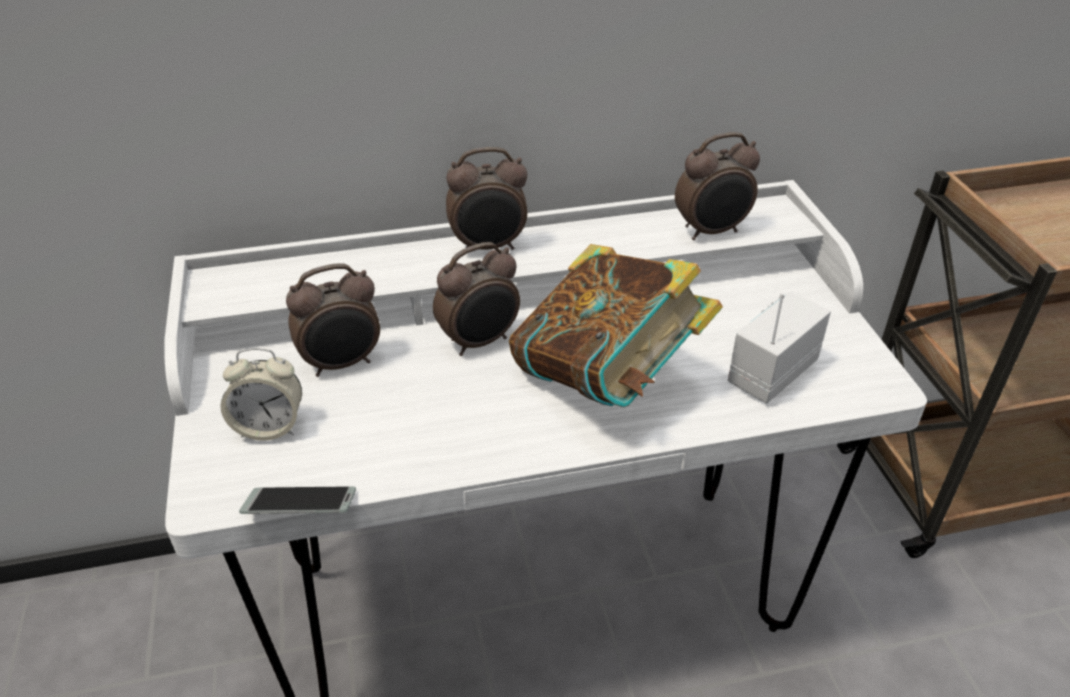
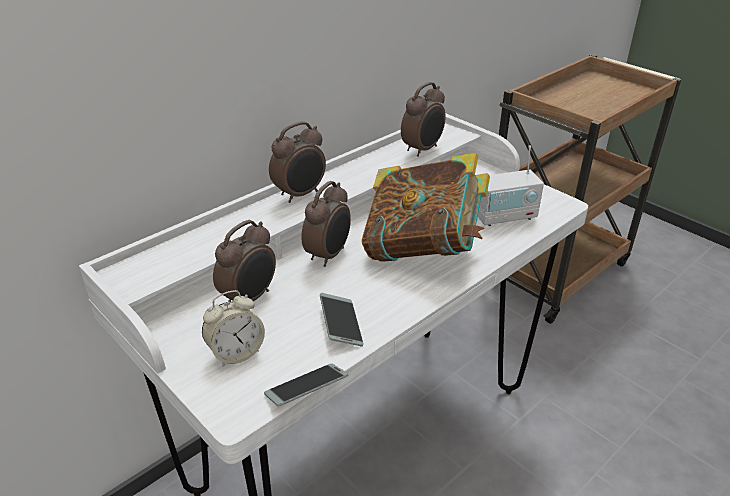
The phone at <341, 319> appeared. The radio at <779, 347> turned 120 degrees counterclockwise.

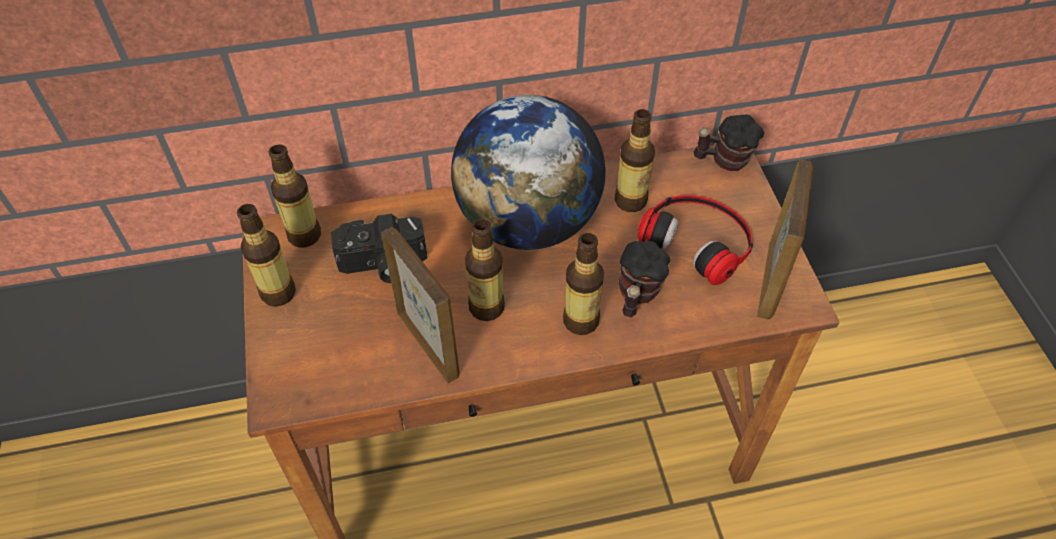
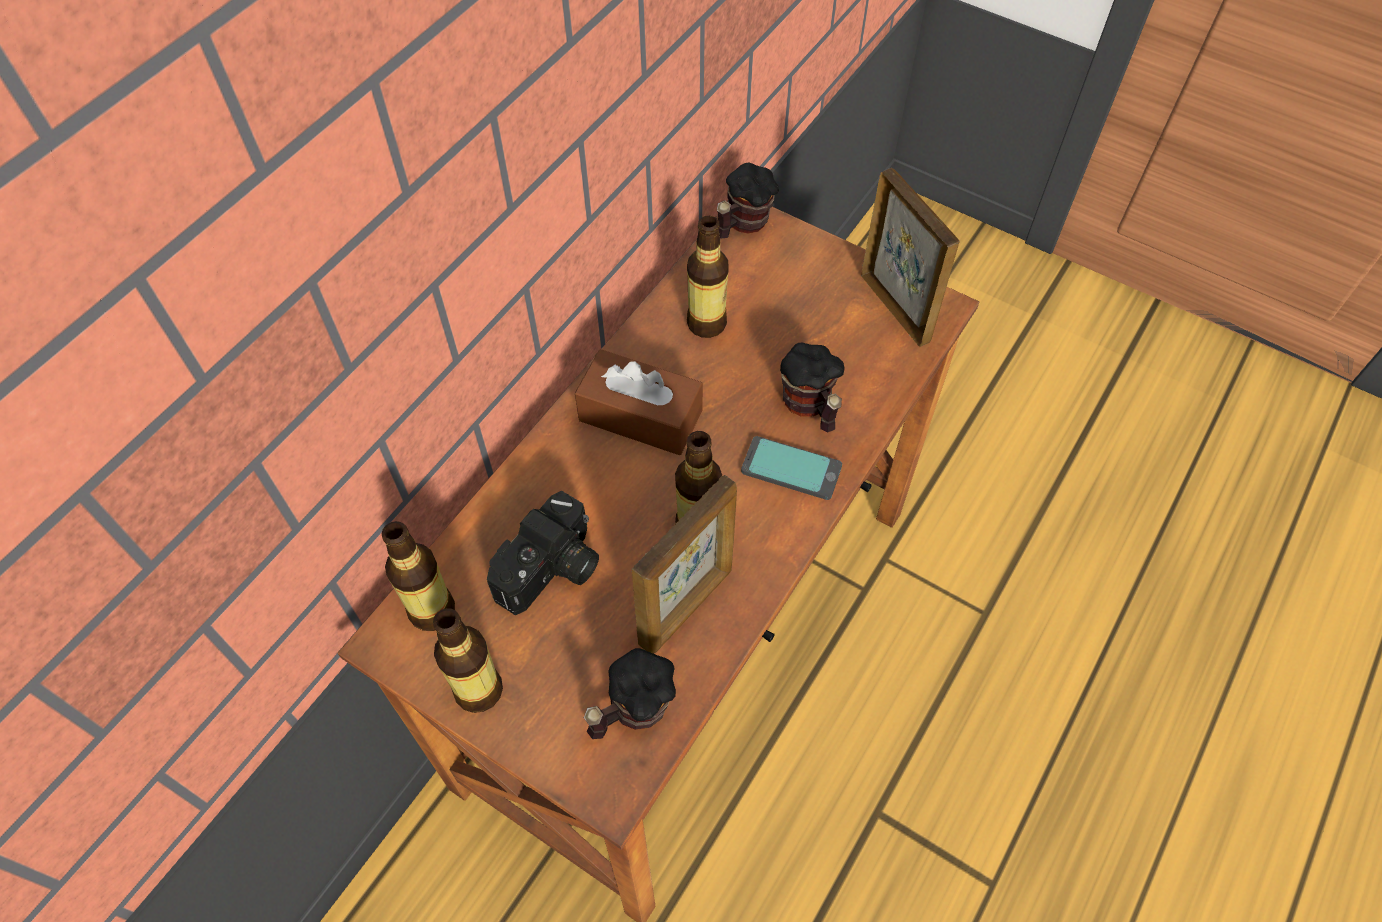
The globe at <528, 172> was replaced by the brown tissue box at <639, 402>. The mug at <630, 693> appeared. The picture frame at <420, 305> turned 120 degrees clockwise. The bottle at <583, 284> was replaced by the phone at <791, 468>. The headphones at <695, 240> disappeared.

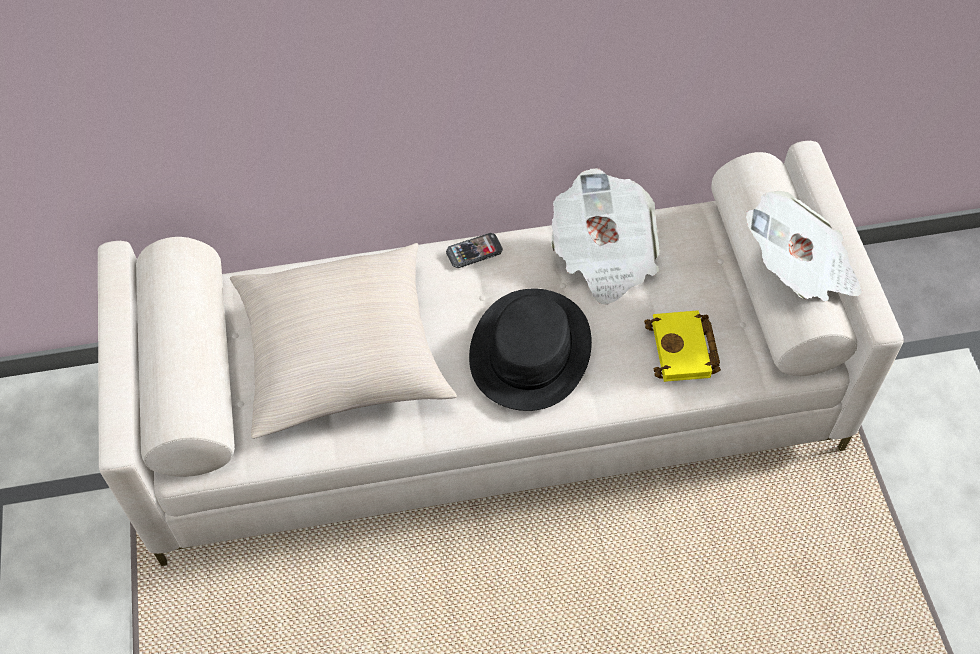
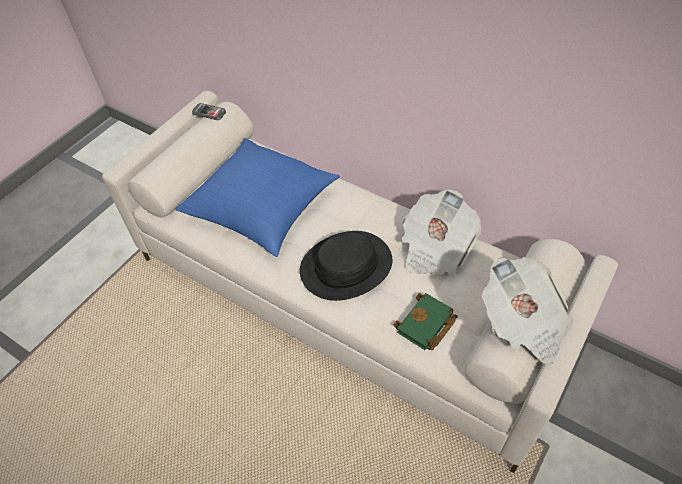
The beige pillow at <343, 341> became the blue pillow at <258, 197>. The phone moved from <474, 250> to <209, 111>. The yellow book at <682, 346> became the green book at <425, 321>.

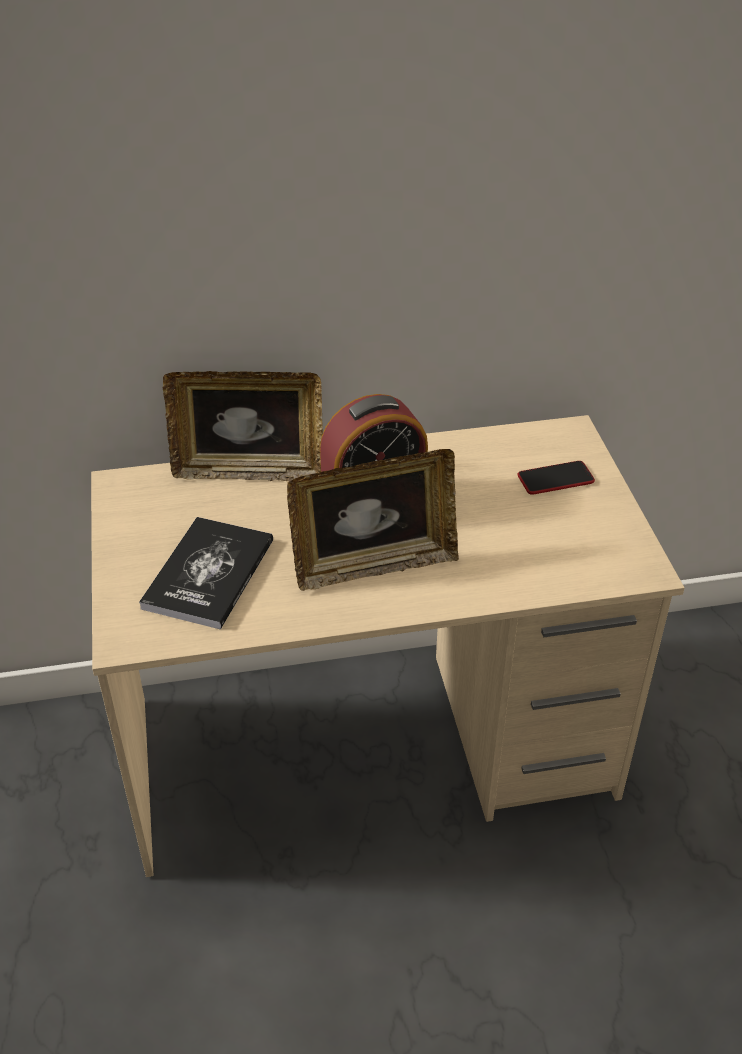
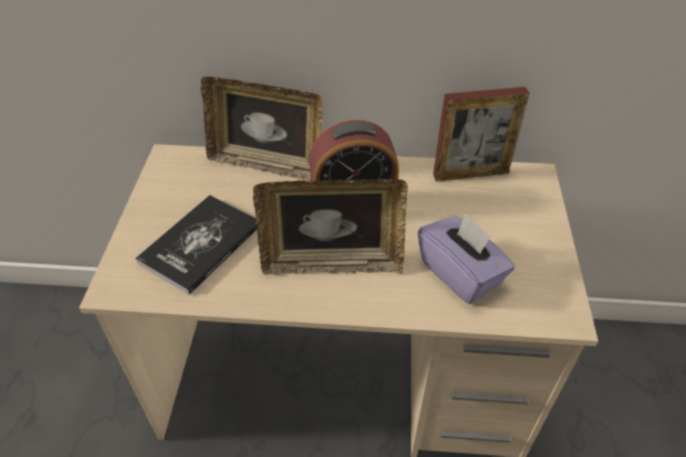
The purple tissue box at <466, 258> appeared. The picture frame at <481, 134> appeared. The phone at <556, 478> disappeared.

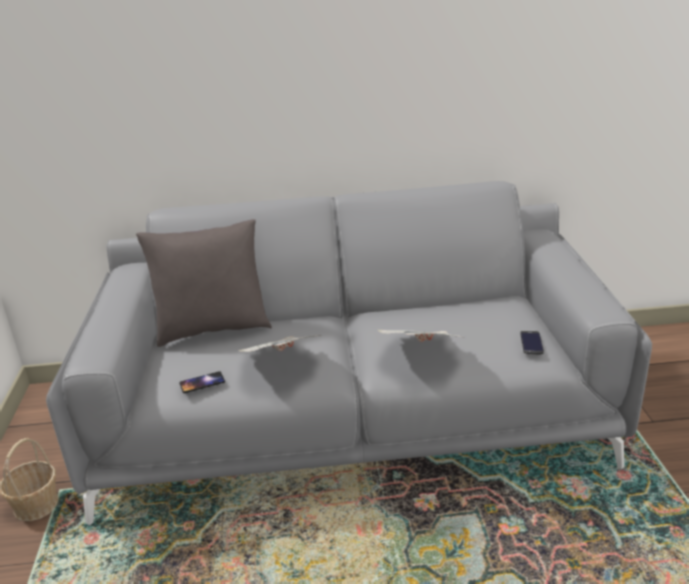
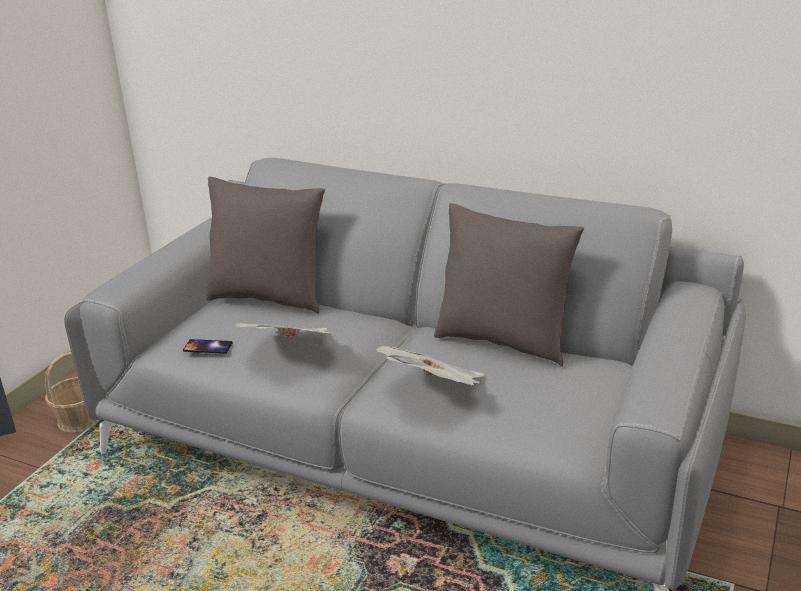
The grey pillow at <509, 284> appeared. The phone at <532, 342> disappeared.

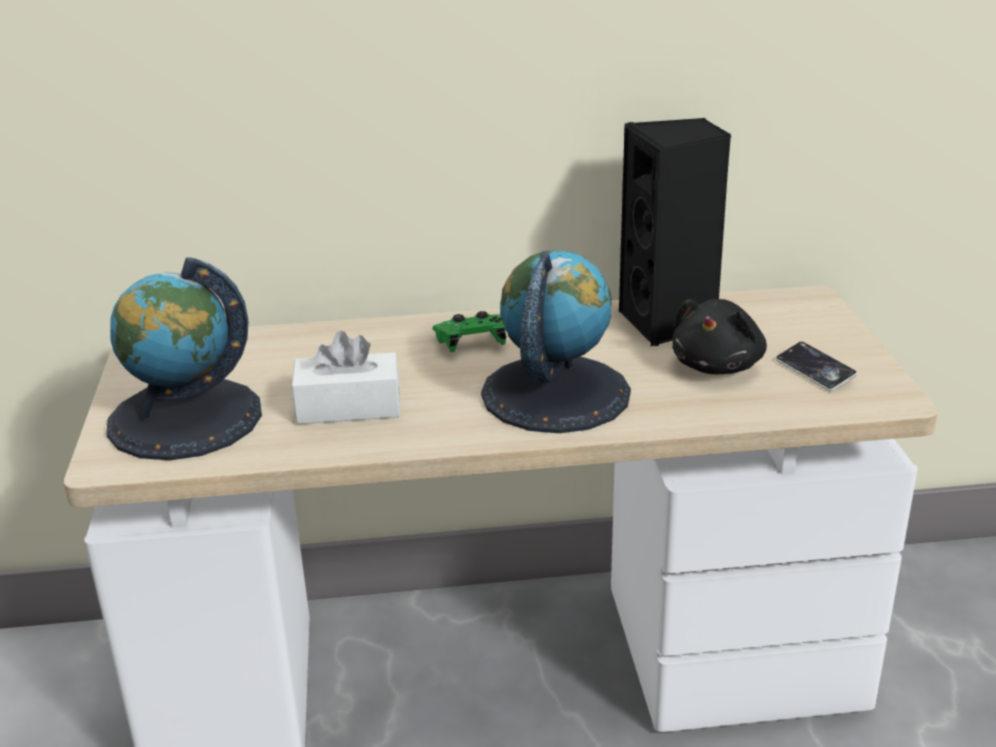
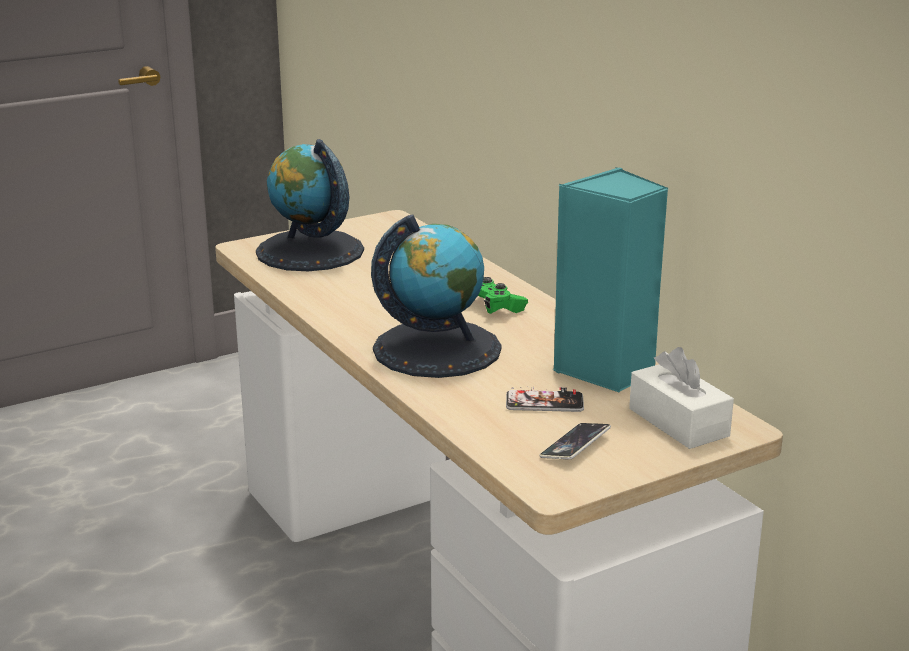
The black plush toy at <719, 336> was replaced by the phone at <545, 399>. The black speaker at <675, 232> became the turquoise speaker at <610, 280>. The white tissue box moved from <345, 377> to <681, 398>.

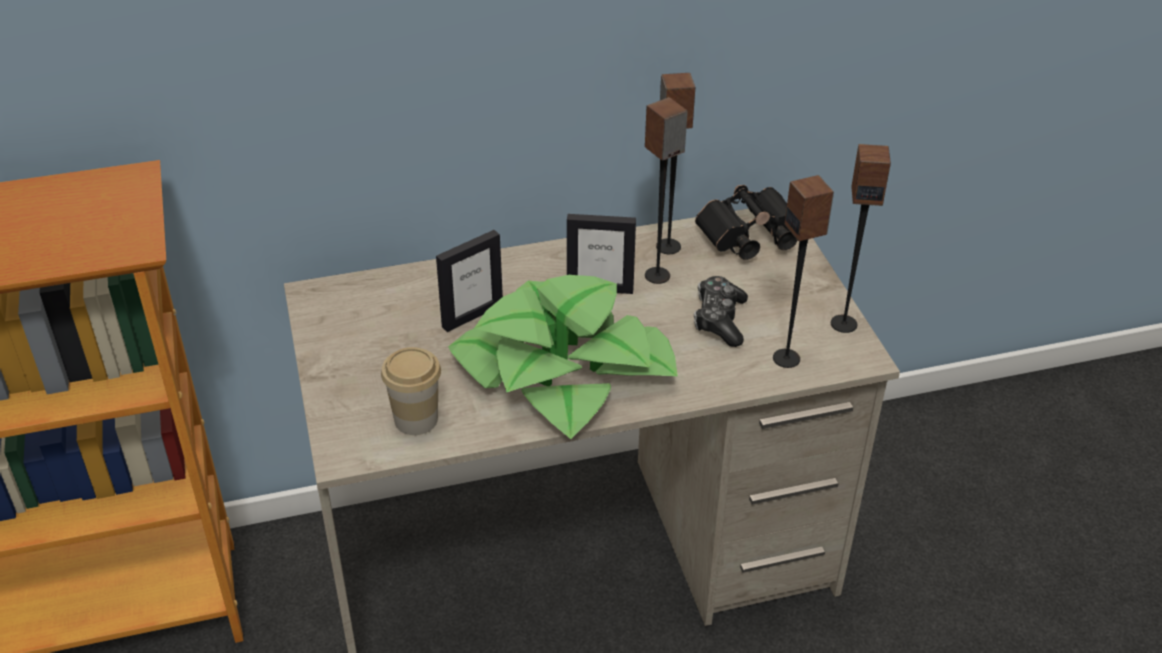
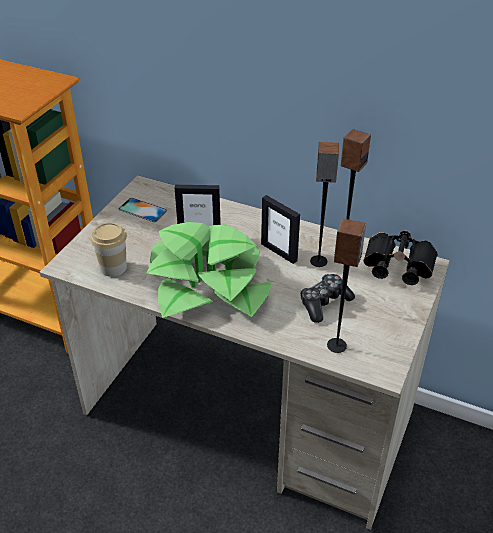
The phone at <143, 210> appeared. The speaker at <861, 238> disappeared.

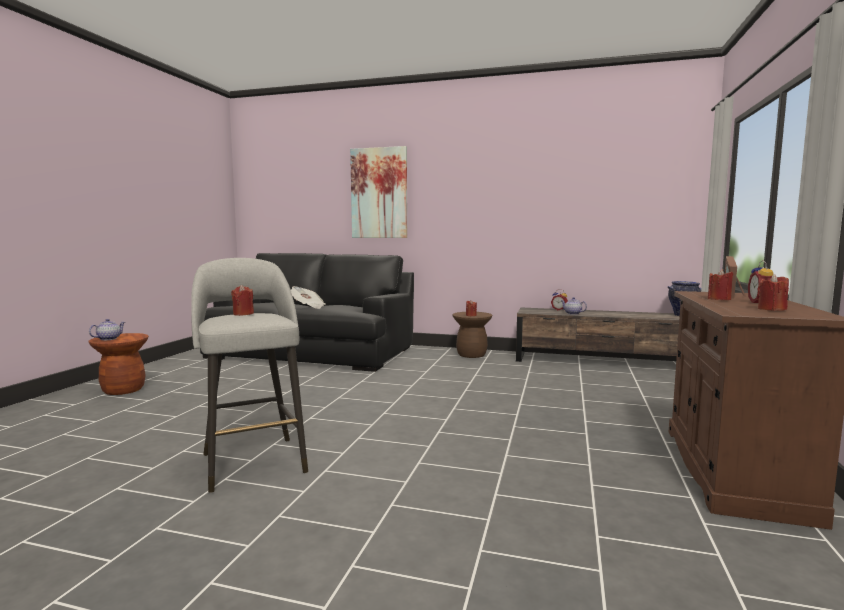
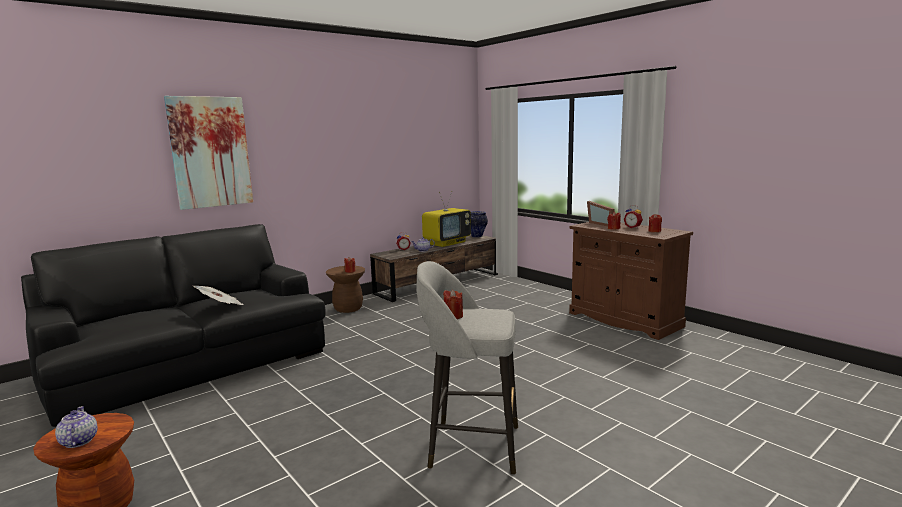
The television at <446, 219> appeared.

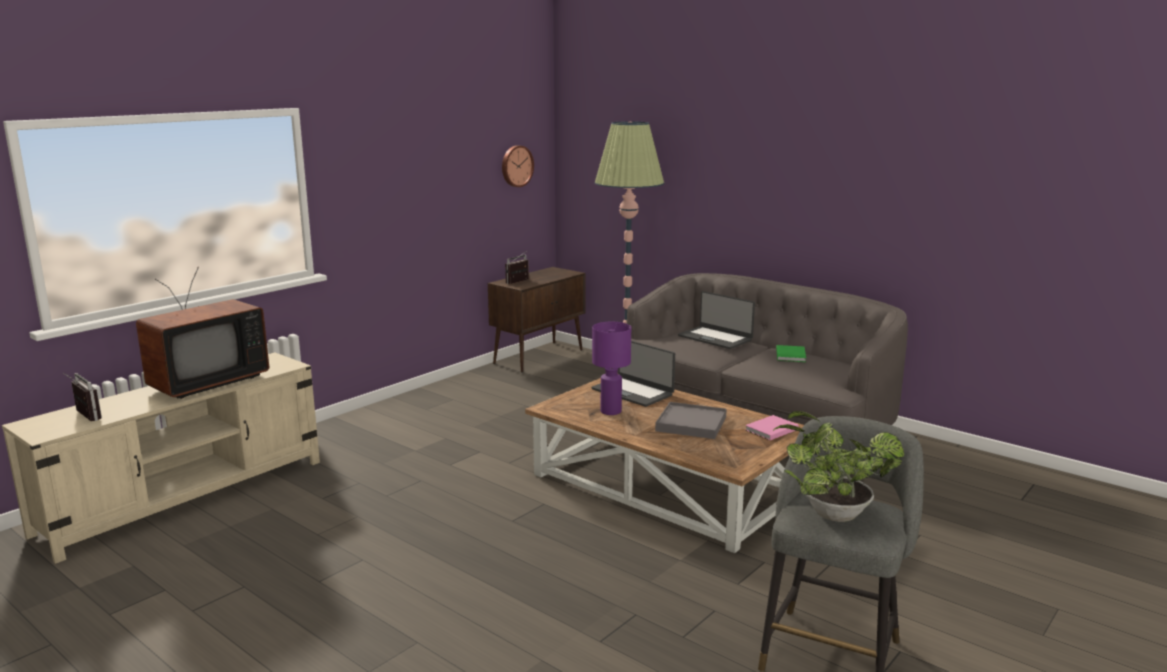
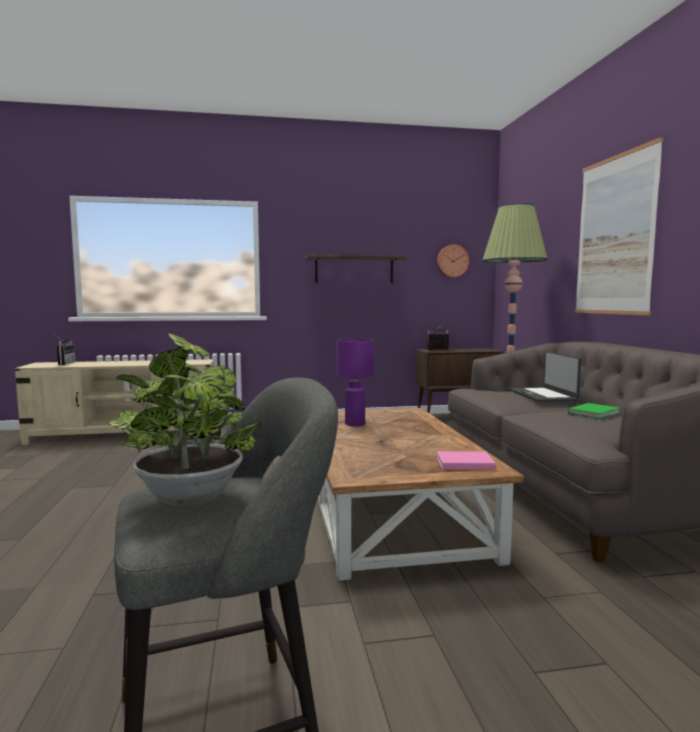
The brown shelf at <356, 269> appeared. The picture at <619, 226> appeared. The television at <202, 333> disappeared. The laptop at <633, 374> disappeared. The grey tray at <691, 420> disappeared.

